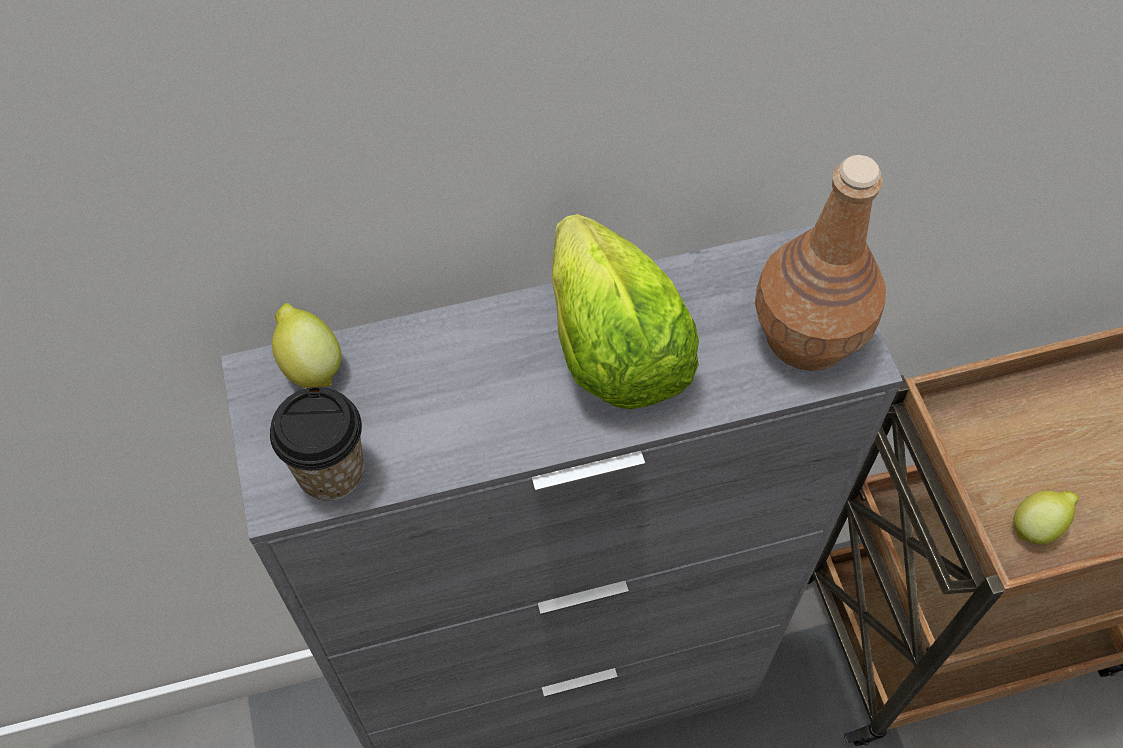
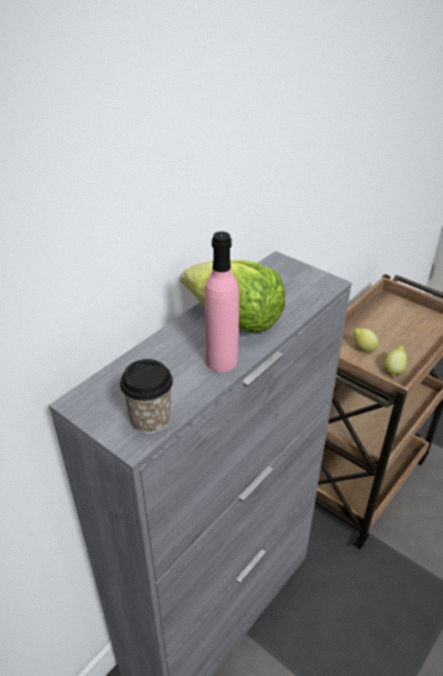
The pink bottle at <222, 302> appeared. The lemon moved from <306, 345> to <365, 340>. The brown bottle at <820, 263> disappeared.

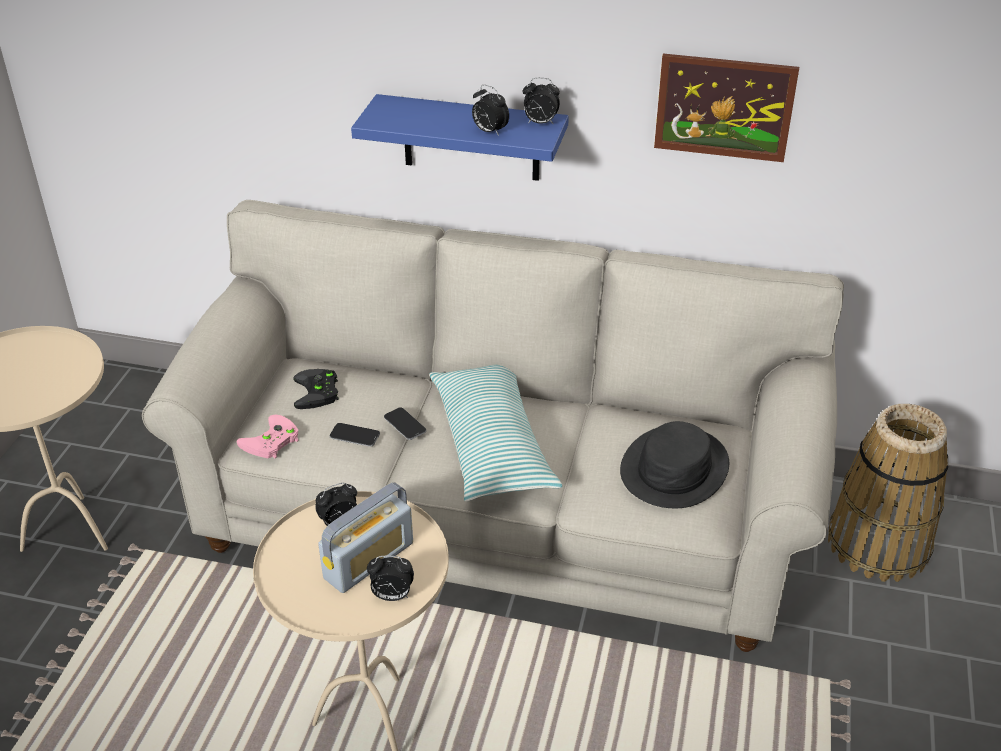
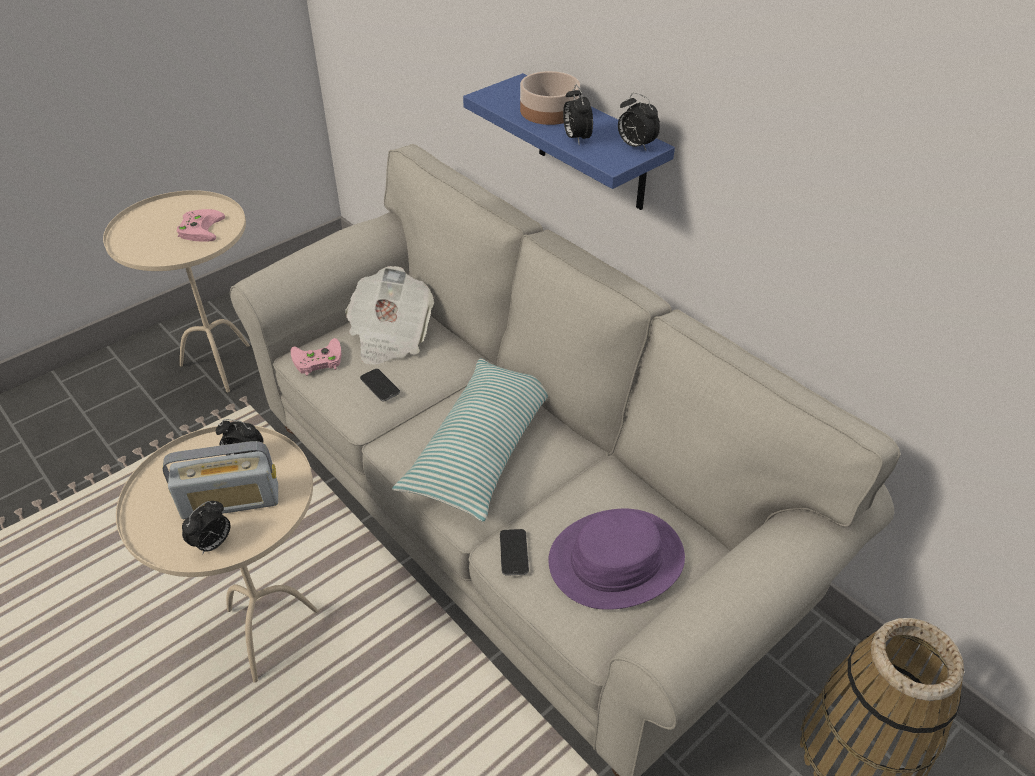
The pink game controller at <201, 225> appeared. The alarm clock at <390, 578> turned 90 degrees counterclockwise. The black game controller at <316, 389> was replaced by the newspaper at <389, 315>. The phone moved from <405, 423> to <514, 552>. The bowl at <550, 98> appeared. The black hat at <674, 464> became the purple hat at <616, 559>. The picture at <726, 108> disappeared.

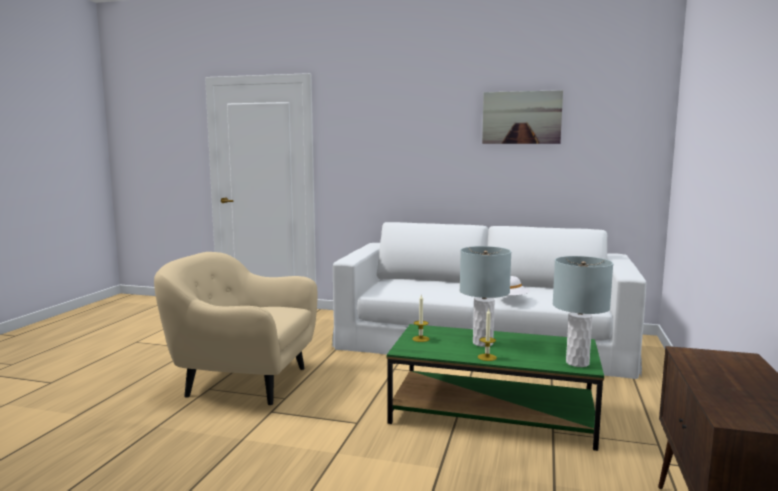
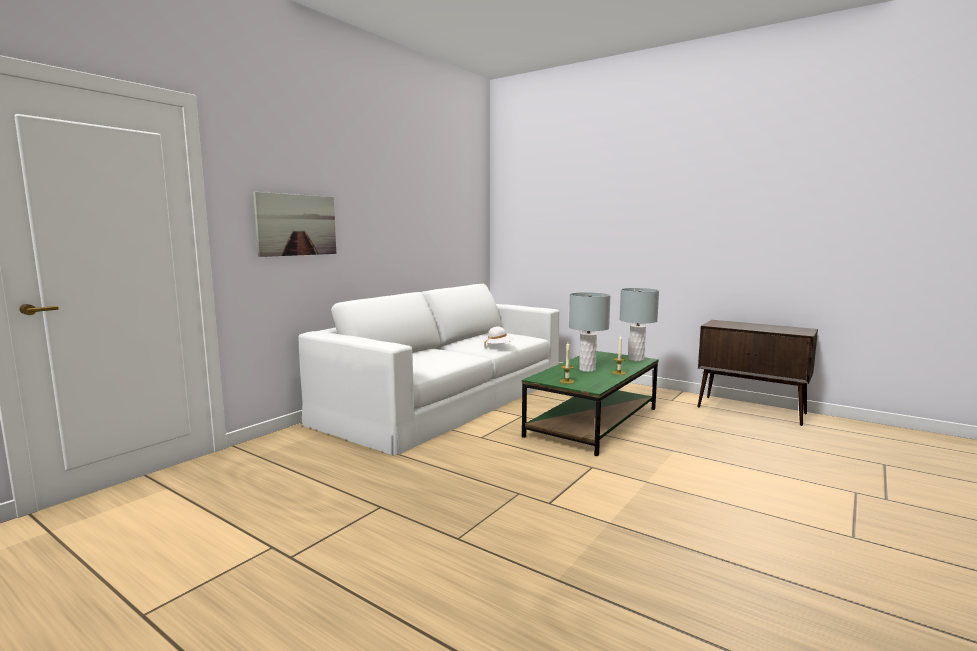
The picture moved from <522, 117> to <294, 224>. The beige armchair at <236, 328> disappeared.

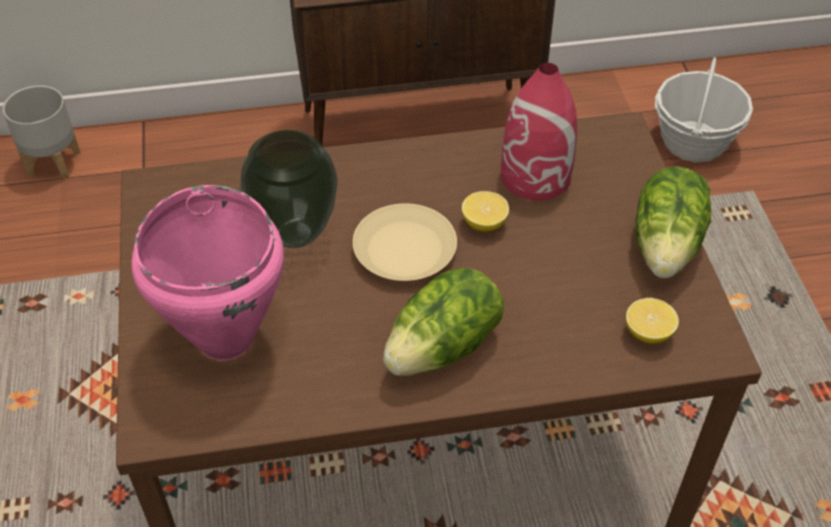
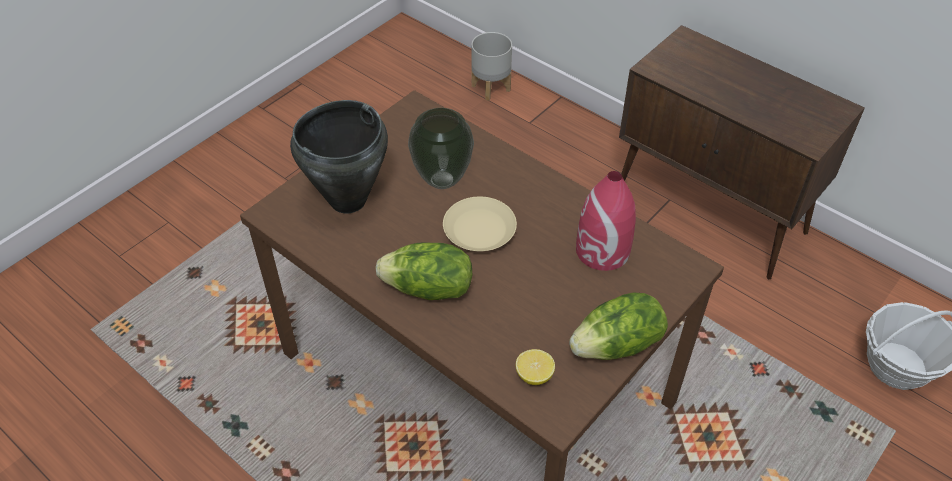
The pink cooking pot at <207, 272> became the black cooking pot at <339, 156>. The lemon at <485, 211> disappeared.

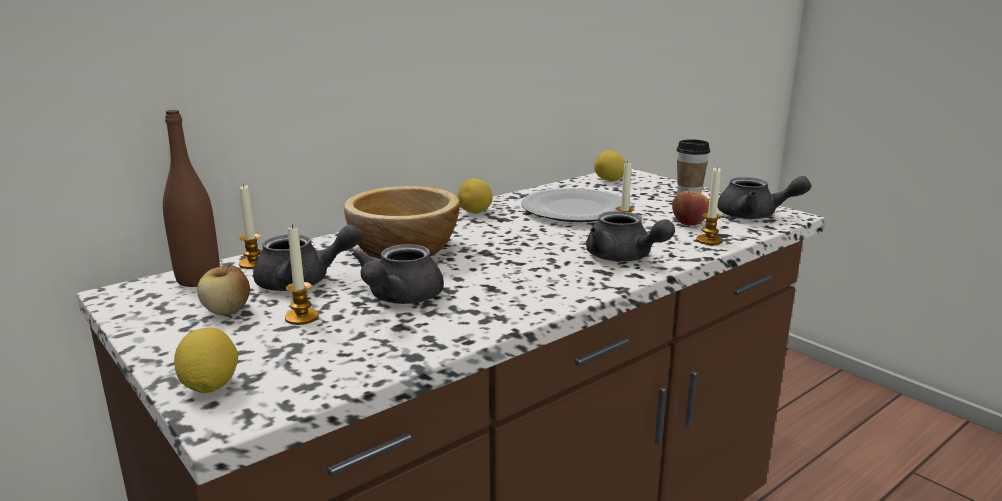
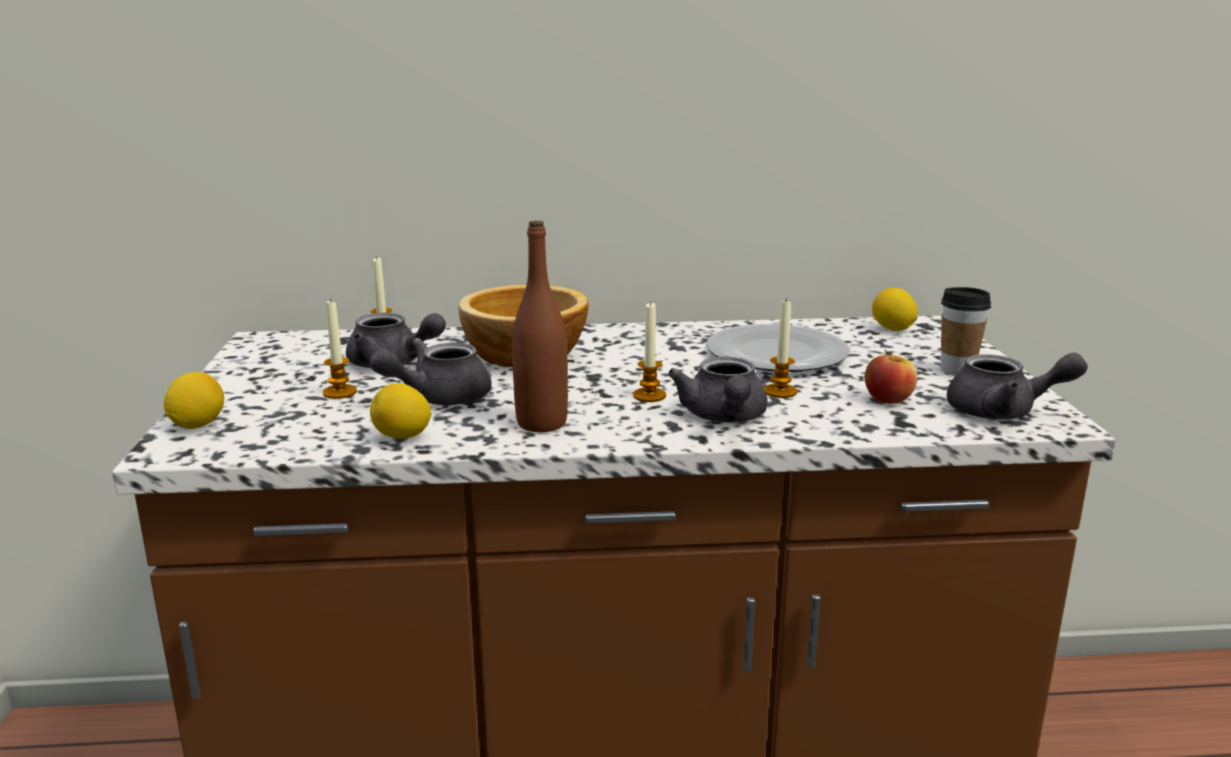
The lemon moved from <475, 195> to <401, 411>. The brown bottle moved from <191, 198> to <540, 326>. The candle moved from <709, 205> to <649, 351>. The grey teapot at <764, 197> turned 45 degrees counterclockwise. The apple at <223, 289> disappeared.

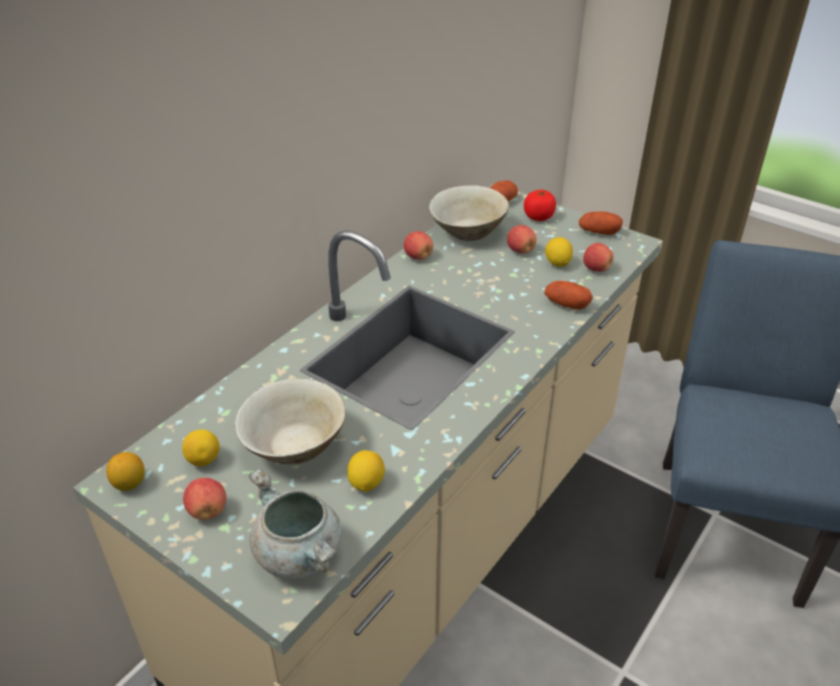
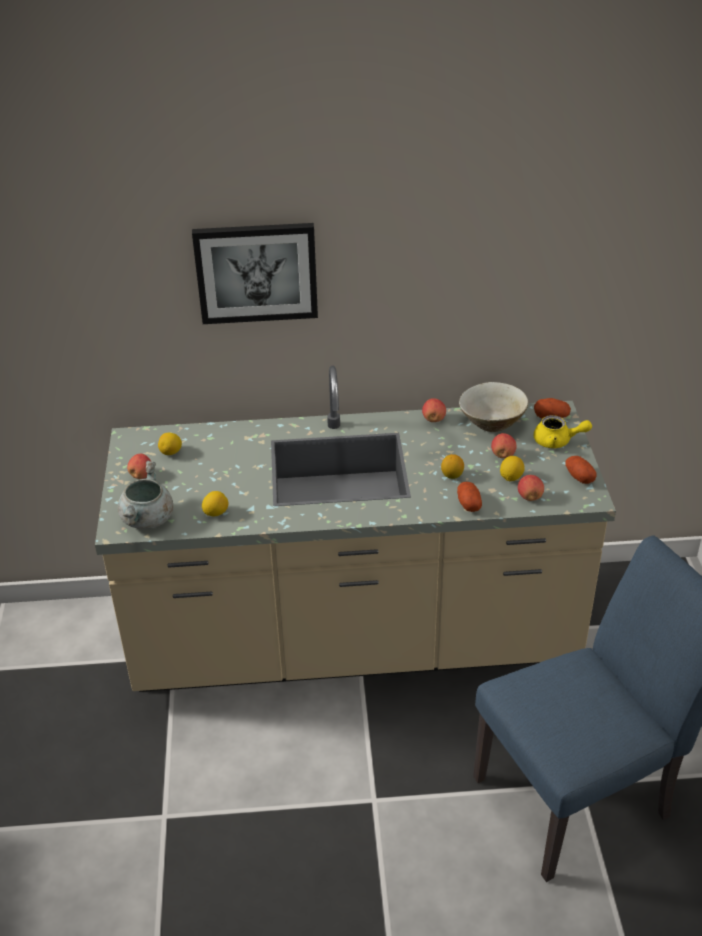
The picture at <255, 273> appeared. The lemon moved from <125, 471> to <452, 466>. The tomato at <540, 205> was replaced by the yellow teapot at <563, 431>. The beige bowl at <290, 421> disappeared.

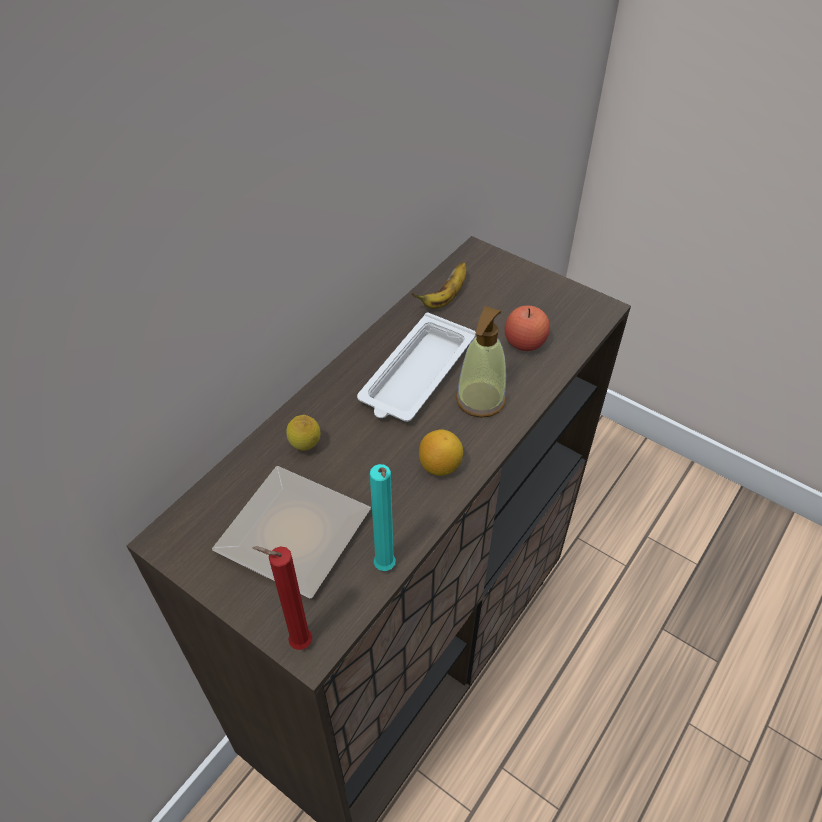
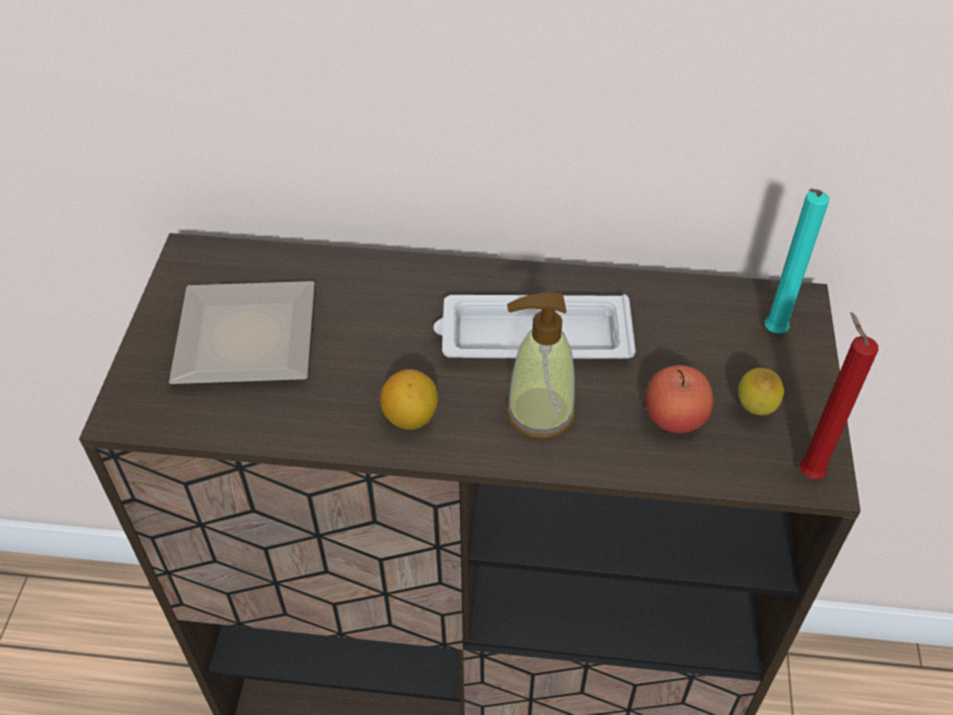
The lemon moved from <303, 433> to <761, 391>. The turquoise candle moved from <383, 517> to <797, 260>. The red candle moved from <282, 598> to <839, 395>. The banana at <439, 285> disappeared.

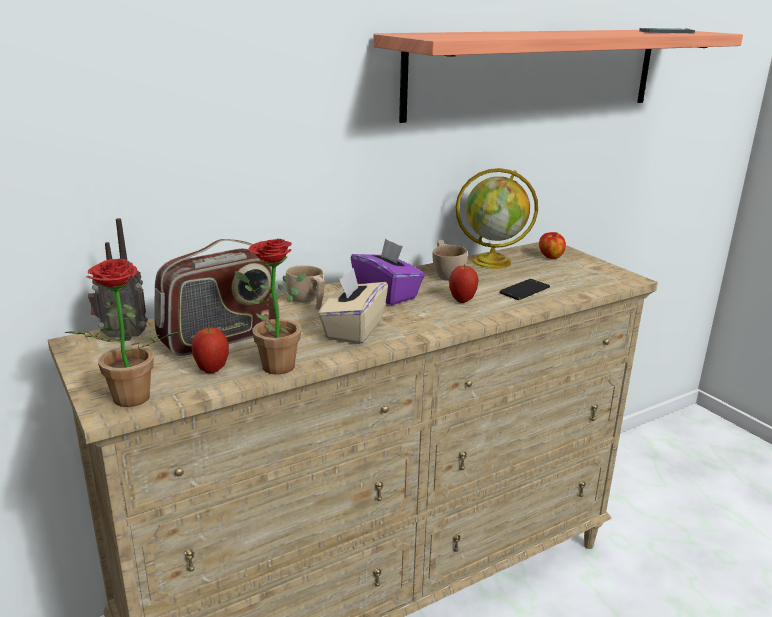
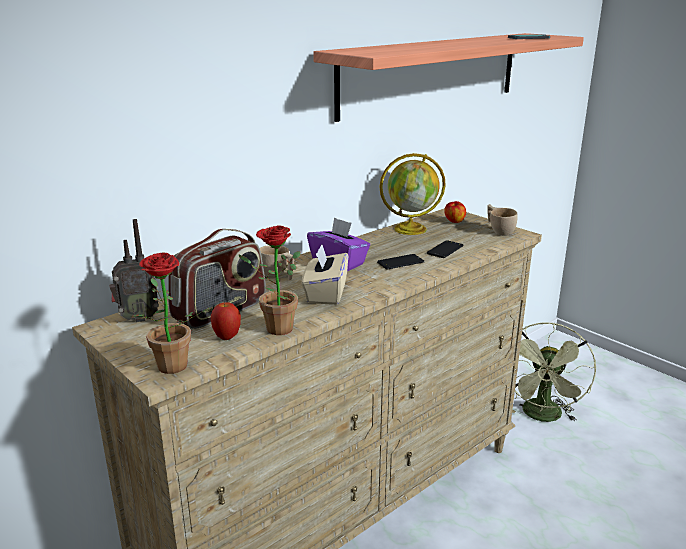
The apple at <464, 283> was replaced by the phone at <400, 262>. The beige cup moved from <450, 260> to <503, 220>. The green fan at <554, 372> appeared.

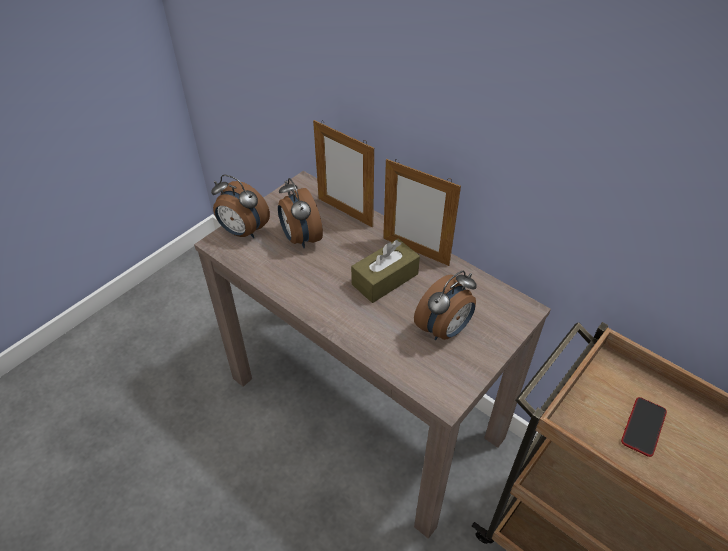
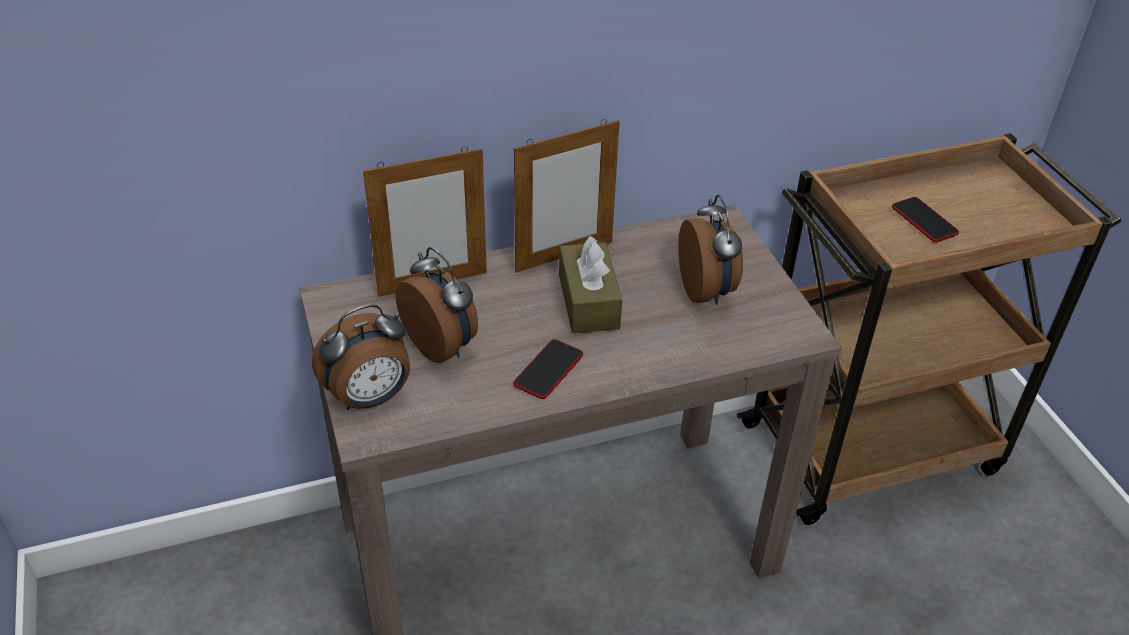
The alarm clock at <300, 213> turned 135 degrees counterclockwise. The phone at <548, 369> appeared.

